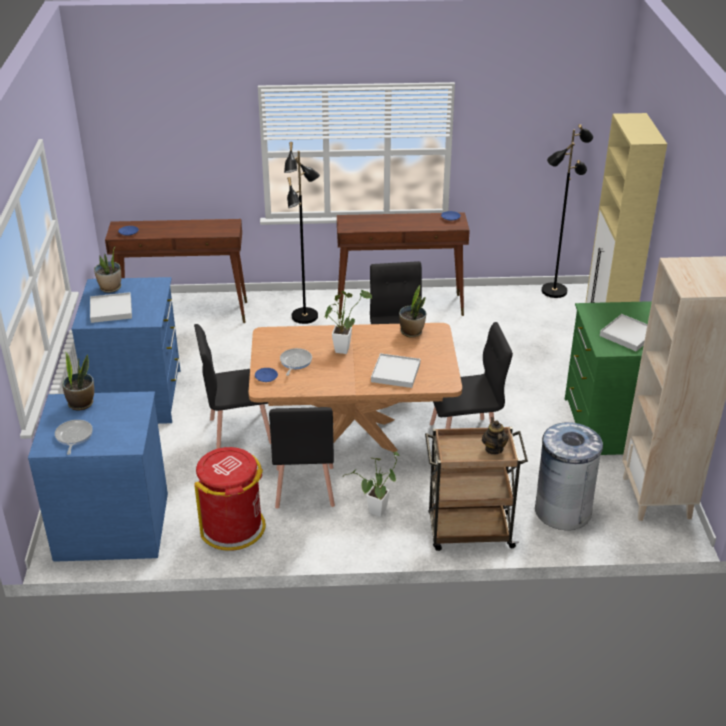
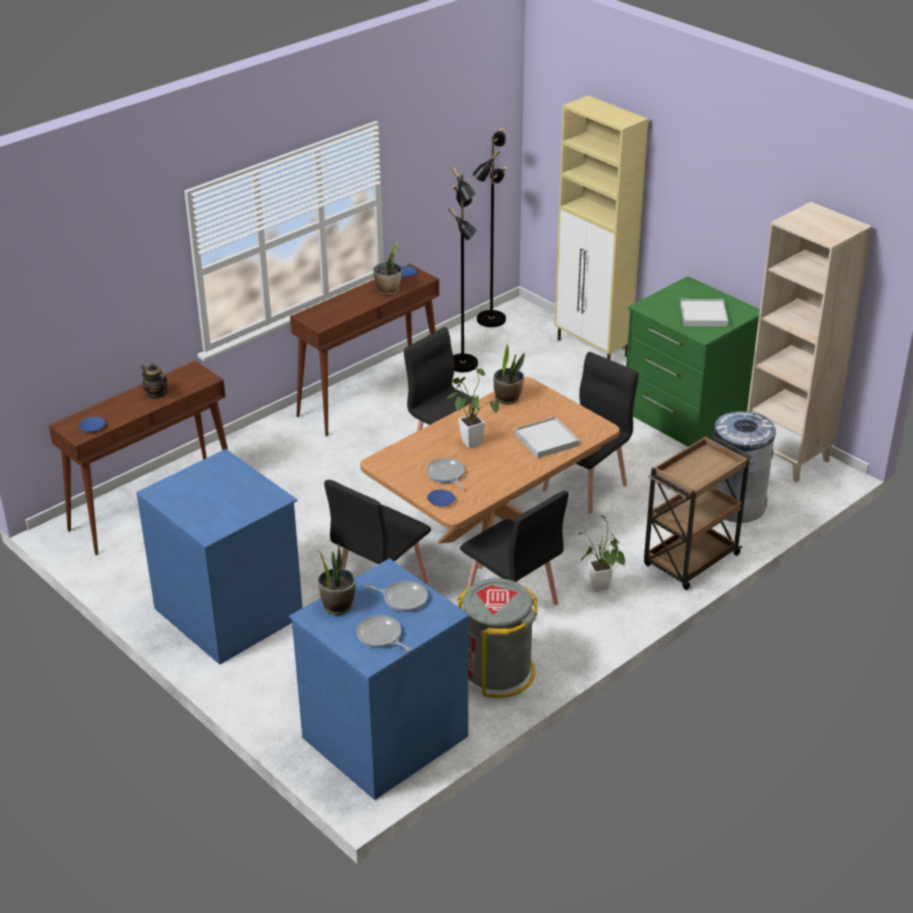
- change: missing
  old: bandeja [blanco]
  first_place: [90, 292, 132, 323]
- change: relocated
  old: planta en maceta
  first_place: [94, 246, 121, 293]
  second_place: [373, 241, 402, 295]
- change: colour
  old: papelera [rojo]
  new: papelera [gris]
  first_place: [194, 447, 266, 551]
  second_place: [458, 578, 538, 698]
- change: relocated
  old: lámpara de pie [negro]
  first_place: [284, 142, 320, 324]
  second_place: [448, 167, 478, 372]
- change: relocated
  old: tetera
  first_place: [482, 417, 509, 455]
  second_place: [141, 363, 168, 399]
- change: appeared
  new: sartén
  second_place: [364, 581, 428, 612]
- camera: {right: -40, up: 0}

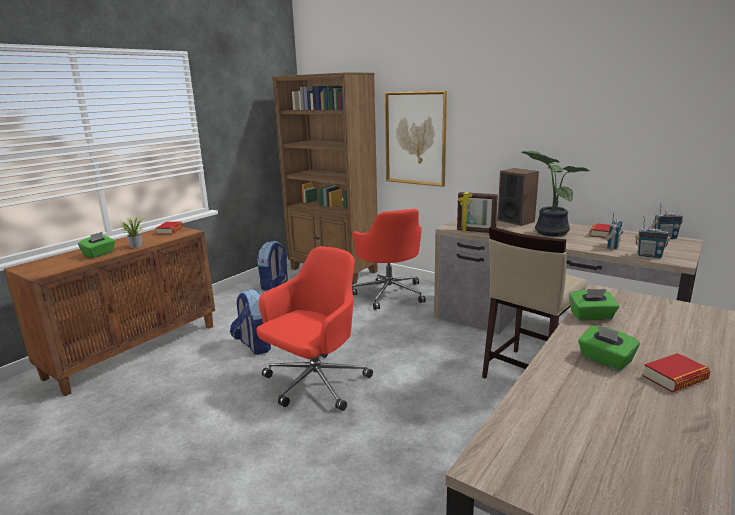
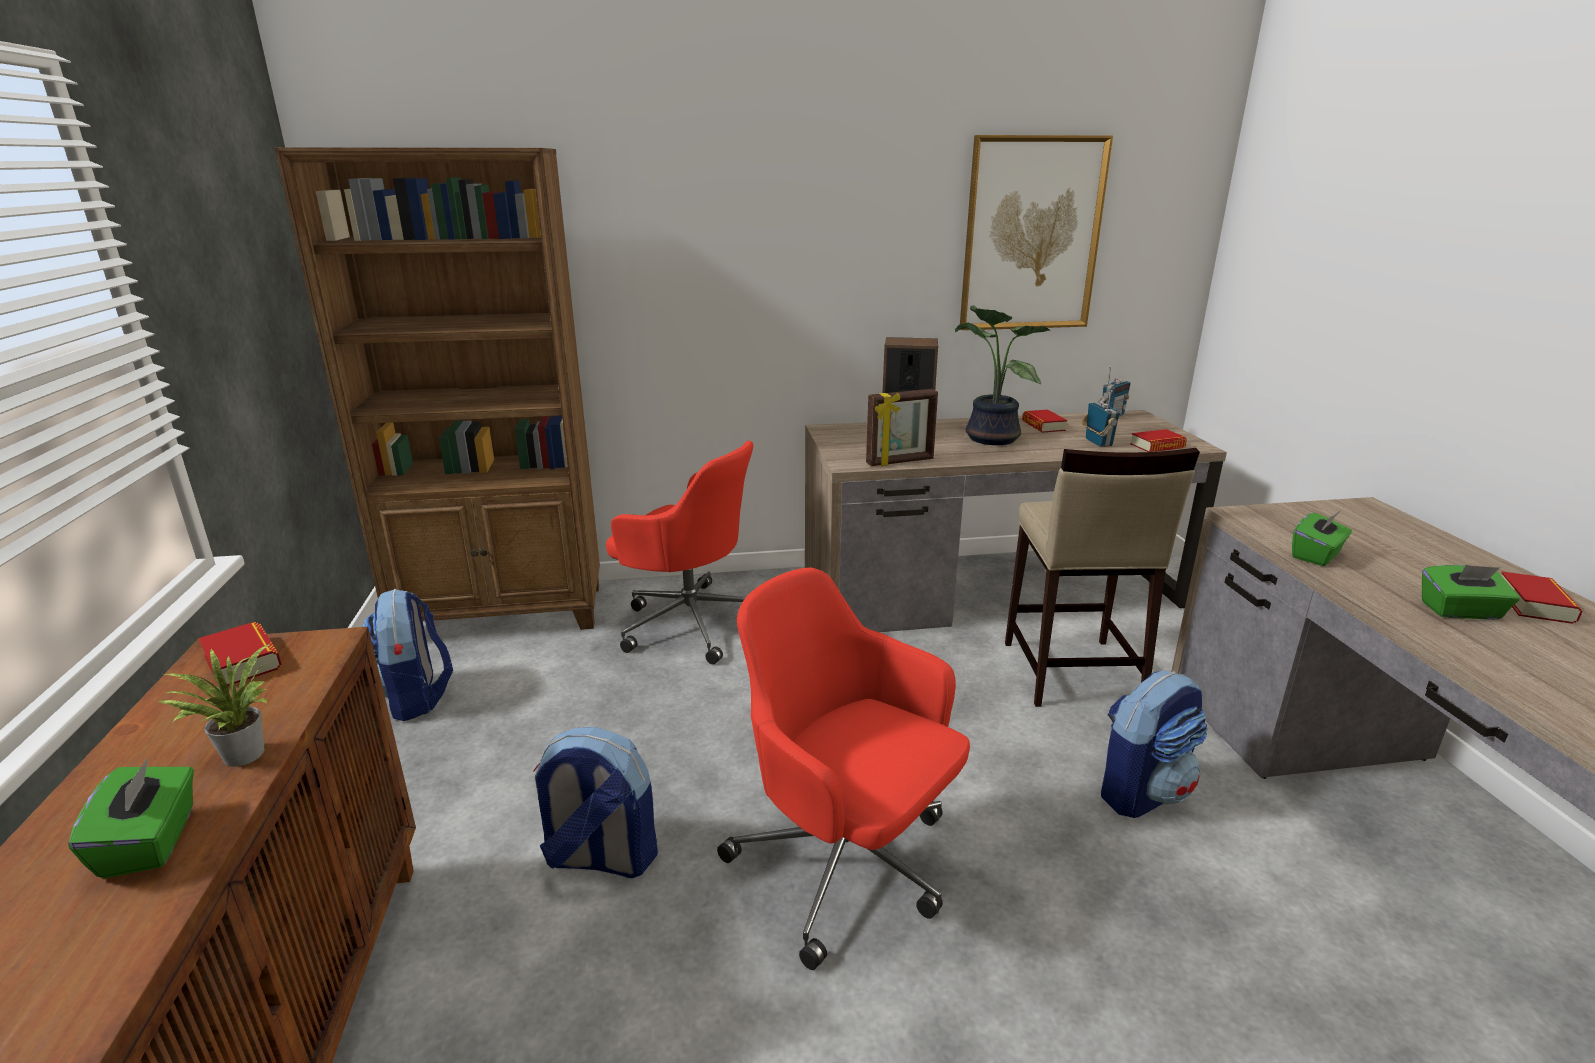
- change: spun
  old: silla de oficina [rojo]
  first_place: [256, 246, 373, 411]
  second_place: [717, 568, 970, 970]
  degrees: -45
- change: relocated
  old: cuadro
  first_place: [385, 91, 447, 187]
  second_place: [960, 135, 1113, 330]
- change: exchanged
  old: radio
  new: libro
  first_place: [635, 216, 670, 258]
  second_place: [1130, 429, 1187, 452]
- change: appeared
  new: mochila
  second_place: [1101, 670, 1208, 818]
- camera: {right: -45, up: 5}

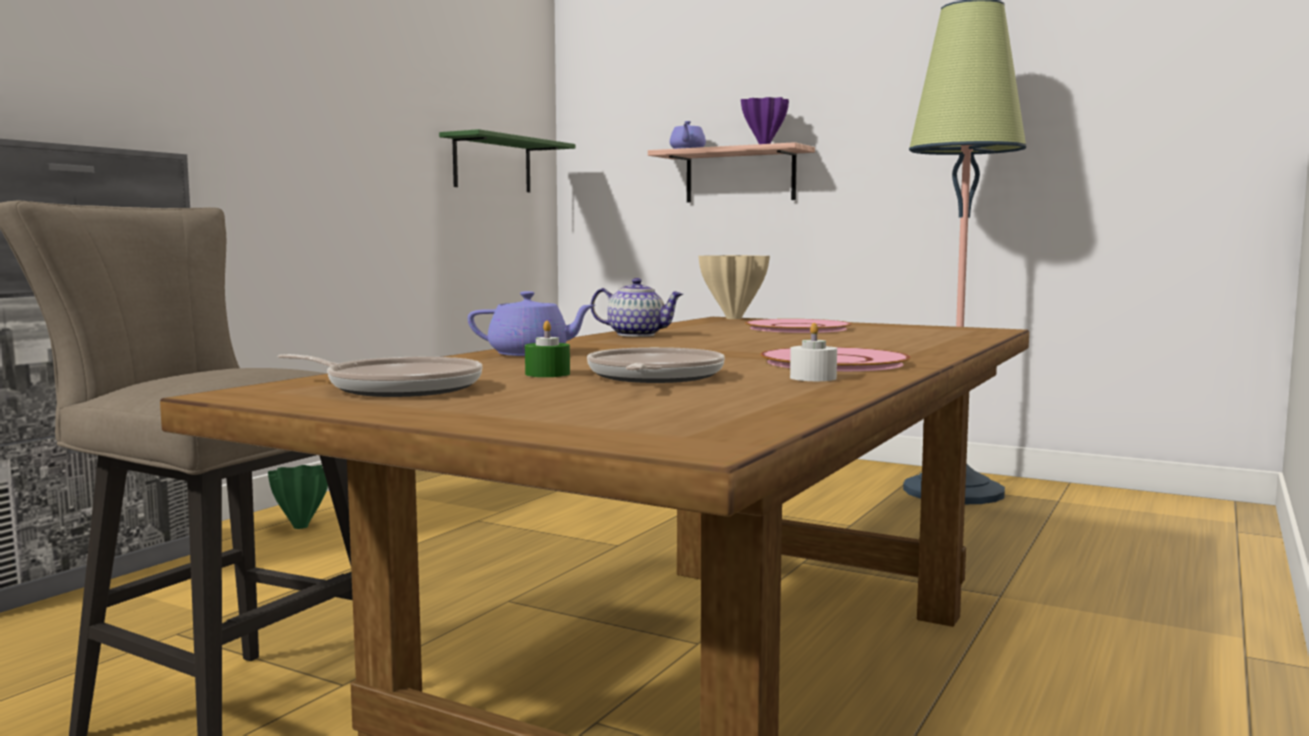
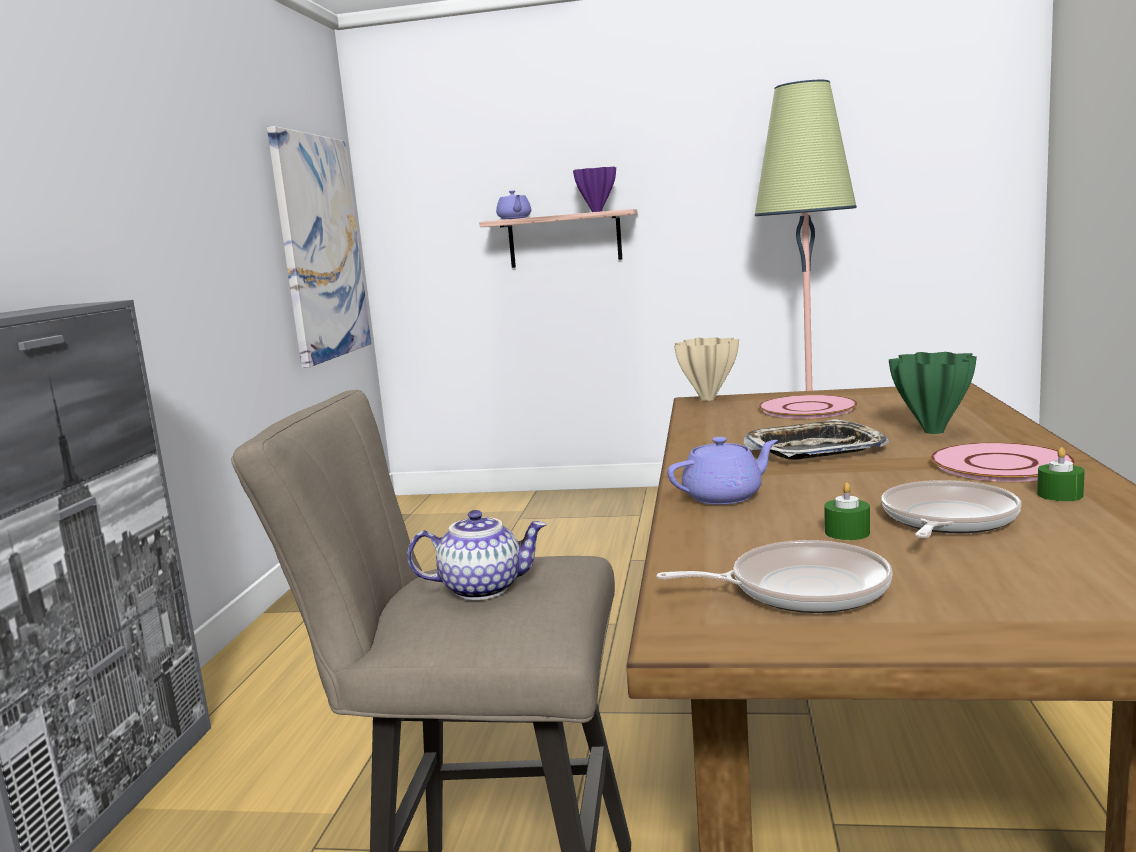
- change: relocated
  old: florero [verde]
  first_place: [268, 465, 328, 529]
  second_place: [889, 352, 977, 434]
- change: exchanged
  old: estante [verde]
  new: cuadro
  first_place: [439, 129, 575, 192]
  second_place: [267, 126, 371, 368]
- change: spun
  old: sartén
  first_place: [587, 347, 725, 383]
  second_place: [881, 480, 1021, 538]
  degrees: 45
- change: relocated
  old: tetera
  first_place: [591, 278, 683, 337]
  second_place: [407, 510, 547, 600]
- change: colour
  old: vela [blanco]
  new: vela [verde]
  first_place: [790, 323, 837, 381]
  second_place: [1037, 448, 1085, 501]
- change: appeared
  new: bandeja
  second_place: [743, 419, 889, 460]
- camera: {right: -20, up: 5}

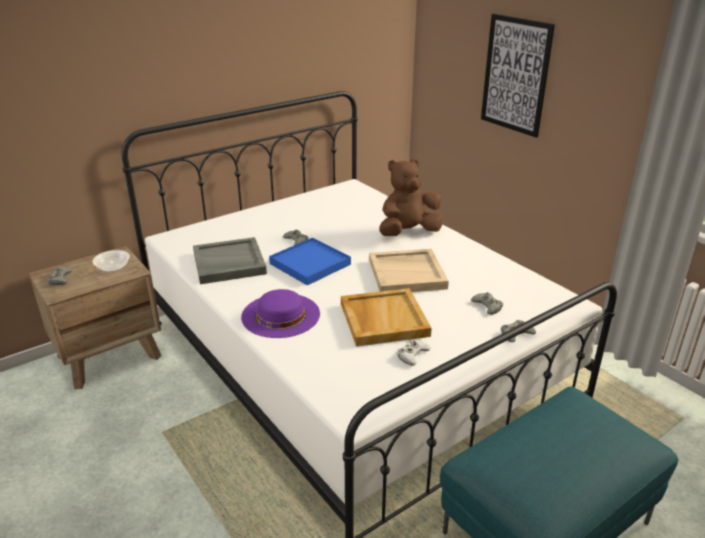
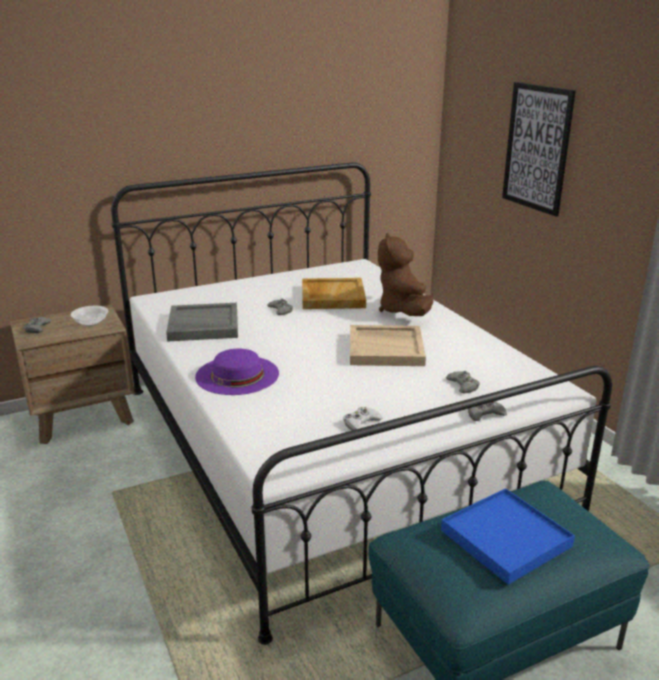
- change: relocated
  old: bandeja [azul]
  first_place: [269, 238, 351, 285]
  second_place: [441, 488, 575, 585]
- change: relocated
  old: bandeja [beis]
  first_place: [341, 288, 432, 347]
  second_place: [302, 278, 366, 309]
- change: spun
  old: peluche [marrón]
  first_place: [379, 159, 443, 236]
  second_place: [378, 233, 434, 316]
  degrees: -75
- camera: {right: 10, up: -5}

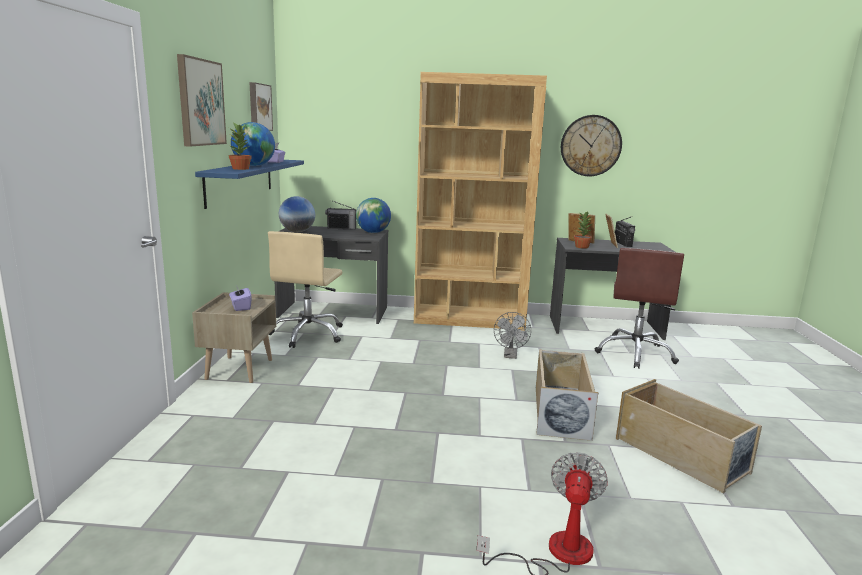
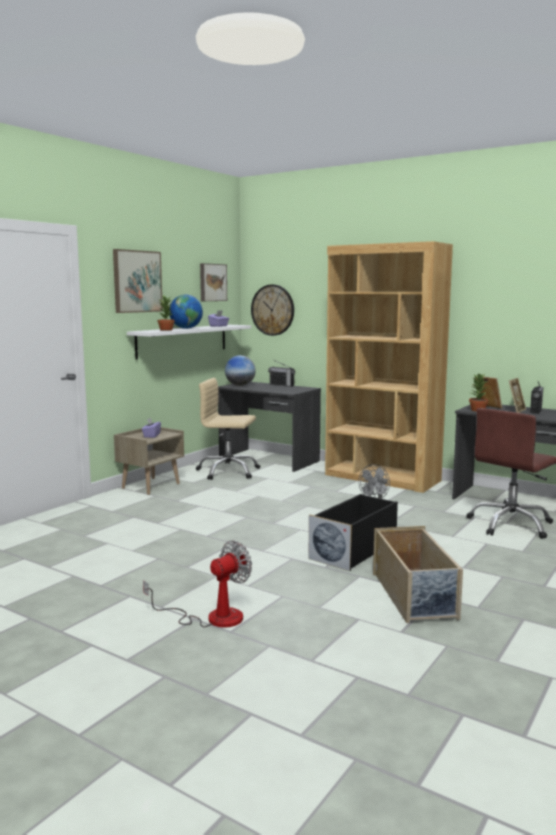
- change: colour
  old: estante [azul]
  new: estante [blanco]
  first_place: [195, 160, 304, 209]
  second_place: [127, 325, 251, 359]
- change: spun
  old: silla de oficina [beis]
  first_place: [268, 231, 343, 348]
  second_place: [196, 378, 260, 480]
  degrees: 60
- change: missing
  old: globo terráqueo
  first_place: [356, 198, 391, 233]
- change: colour
  old: caja de almacenaje [beis]
  new: caja de almacenaje [negro]
  first_place: [536, 349, 598, 441]
  second_place: [308, 494, 398, 571]
- change: relocated
  old: reloj de pared
  first_place: [561, 115, 622, 176]
  second_place: [251, 284, 294, 336]
- camera: {right: 30, up: -5}

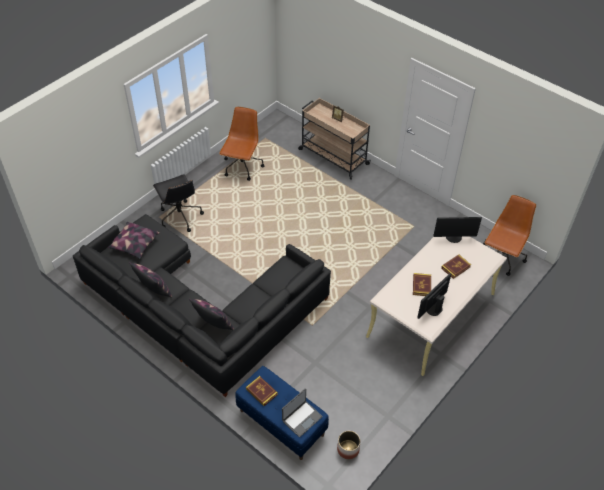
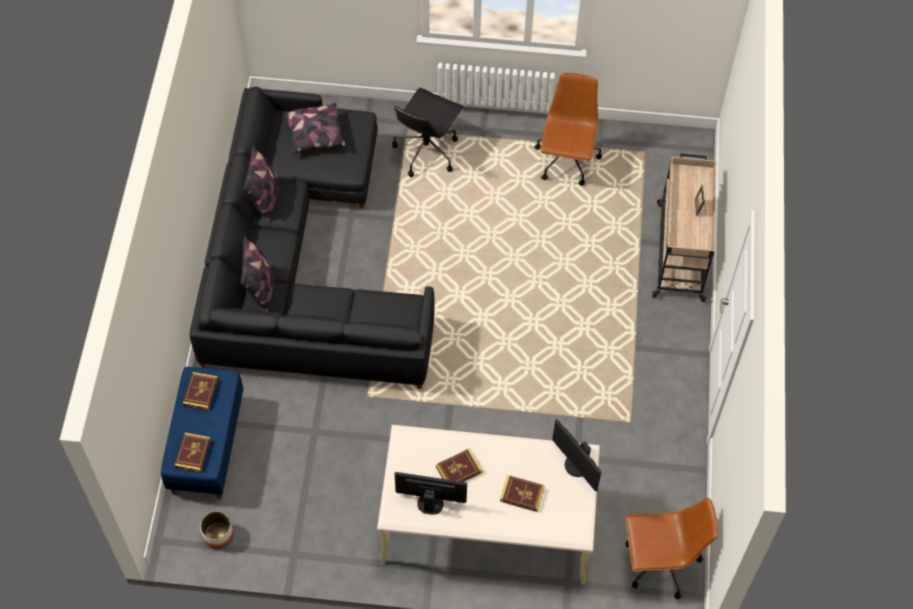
- change: spun
  old: silla de oficina [marrón]
  first_place: [219, 107, 264, 181]
  second_place: [534, 73, 602, 185]
  degrees: -60
- change: exchanged
  old: portátil
  new: libro
  first_place: [282, 388, 323, 437]
  second_place: [175, 433, 211, 473]
- camera: {right: 55, up: 10}

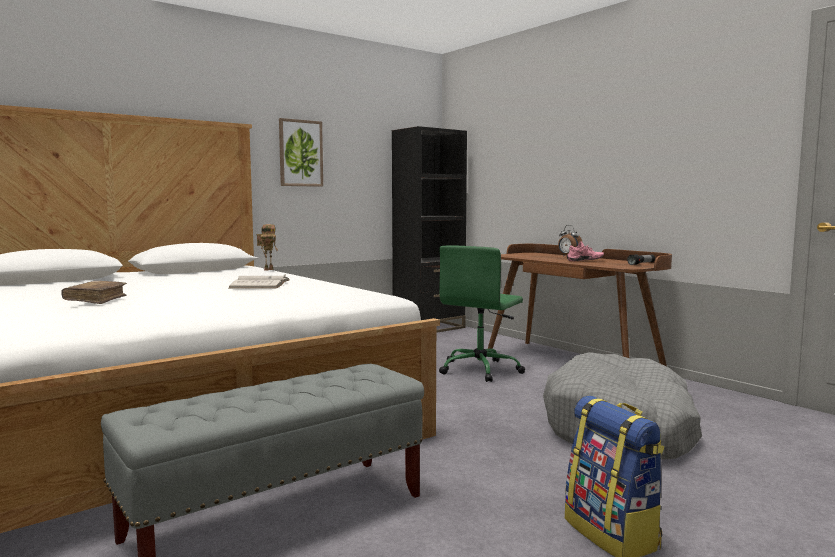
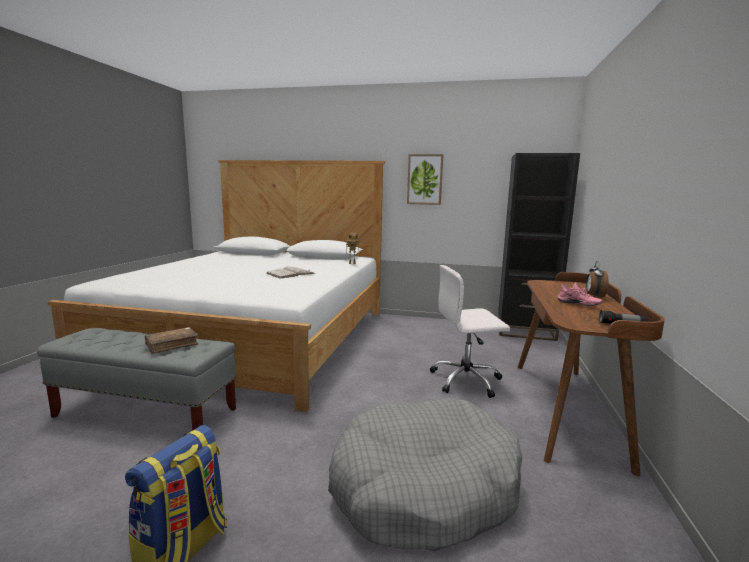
- change: relocated
  old: libro [marrón]
  first_place: [61, 281, 127, 304]
  second_place: [144, 327, 198, 354]
- change: colour
  old: silla de oficina [verde]
  new: silla de oficina [blanco]
  first_place: [439, 245, 525, 382]
  second_place: [430, 265, 510, 398]
- camera: {right: 50, up: 5}

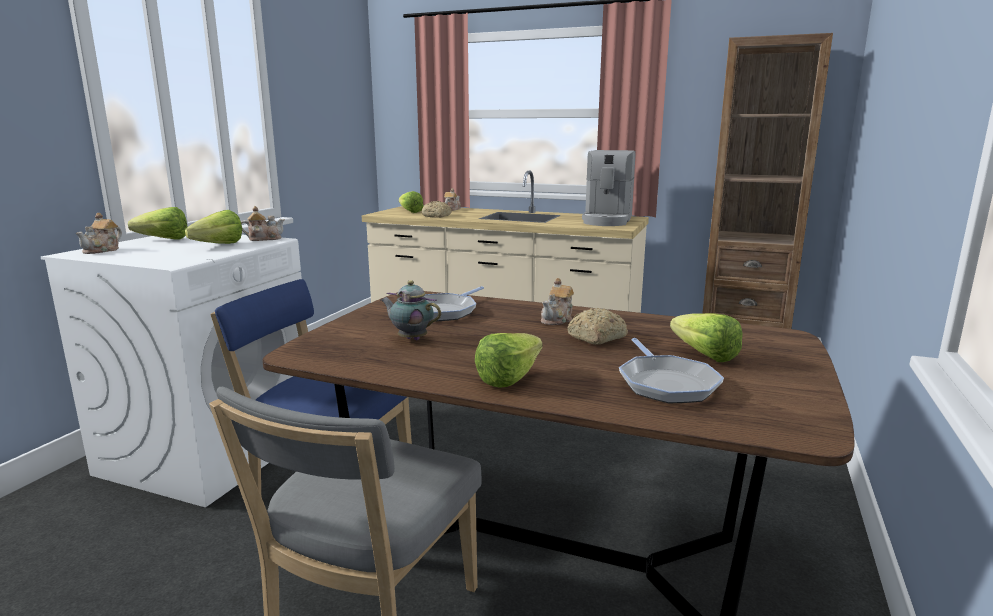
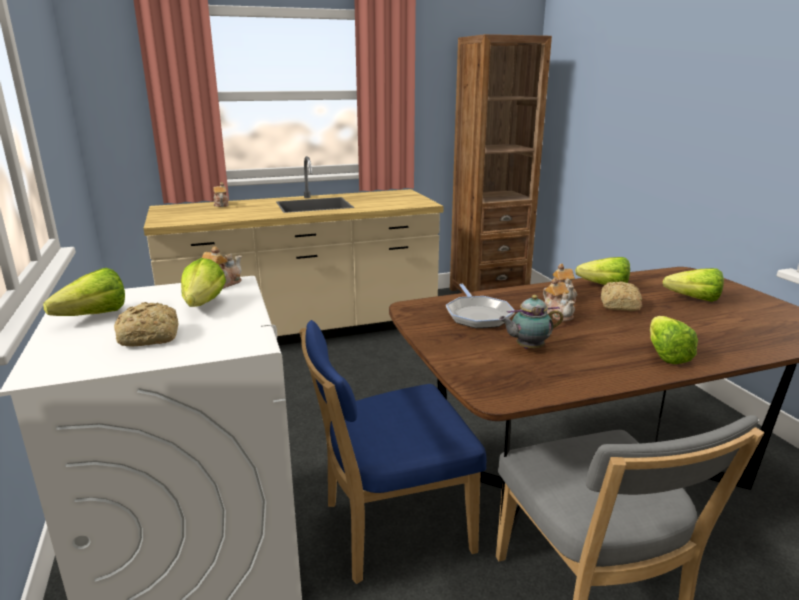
- change: relocated
  old: tetera
  first_place: [76, 213, 122, 254]
  second_place: [543, 278, 575, 321]
- change: relocated
  old: lechuga
  first_place: [399, 191, 424, 213]
  second_place: [575, 257, 630, 285]
- change: relocated
  old: pan
  first_place: [422, 201, 452, 218]
  second_place: [114, 302, 178, 347]
- change: missing
  old: cafetera
  first_place: [582, 150, 636, 226]
- change: missing
  old: sartén
  first_place: [619, 338, 724, 403]
- camera: {right: -40, up: 5}

